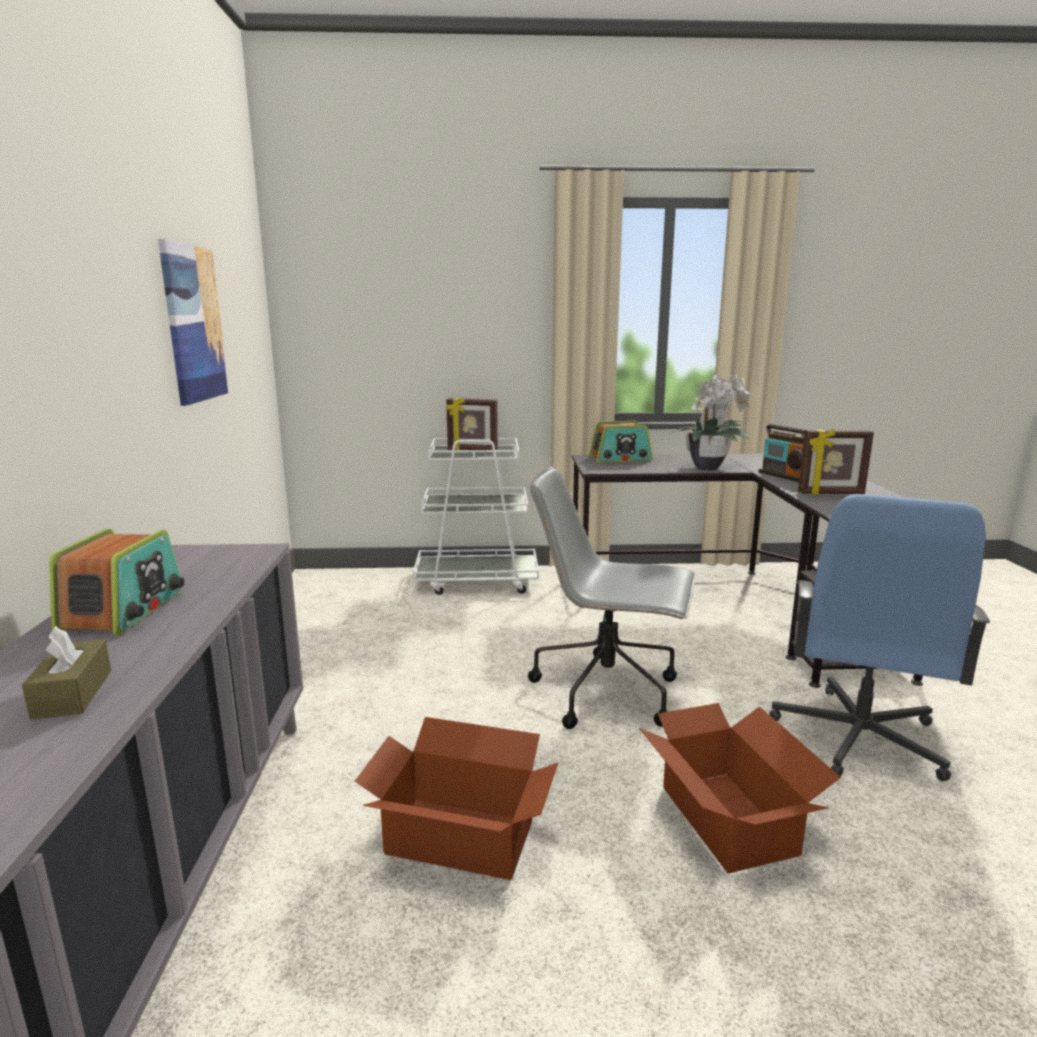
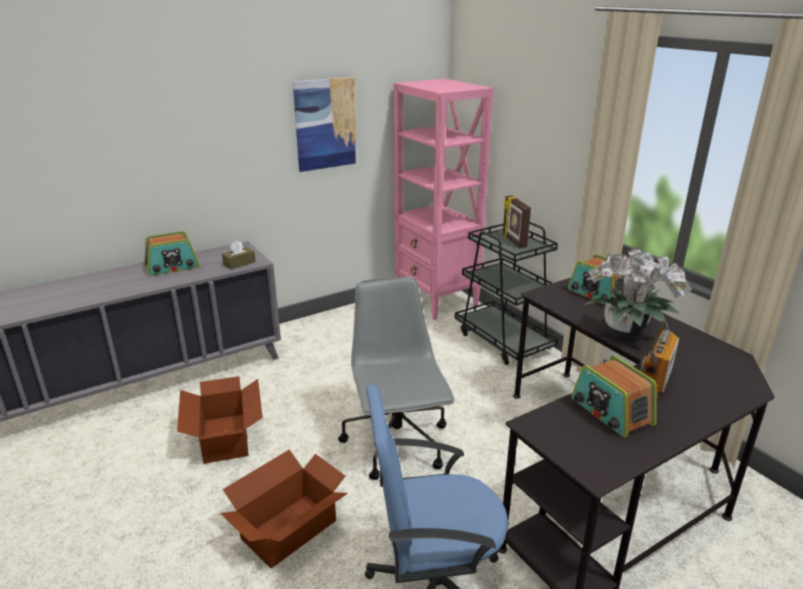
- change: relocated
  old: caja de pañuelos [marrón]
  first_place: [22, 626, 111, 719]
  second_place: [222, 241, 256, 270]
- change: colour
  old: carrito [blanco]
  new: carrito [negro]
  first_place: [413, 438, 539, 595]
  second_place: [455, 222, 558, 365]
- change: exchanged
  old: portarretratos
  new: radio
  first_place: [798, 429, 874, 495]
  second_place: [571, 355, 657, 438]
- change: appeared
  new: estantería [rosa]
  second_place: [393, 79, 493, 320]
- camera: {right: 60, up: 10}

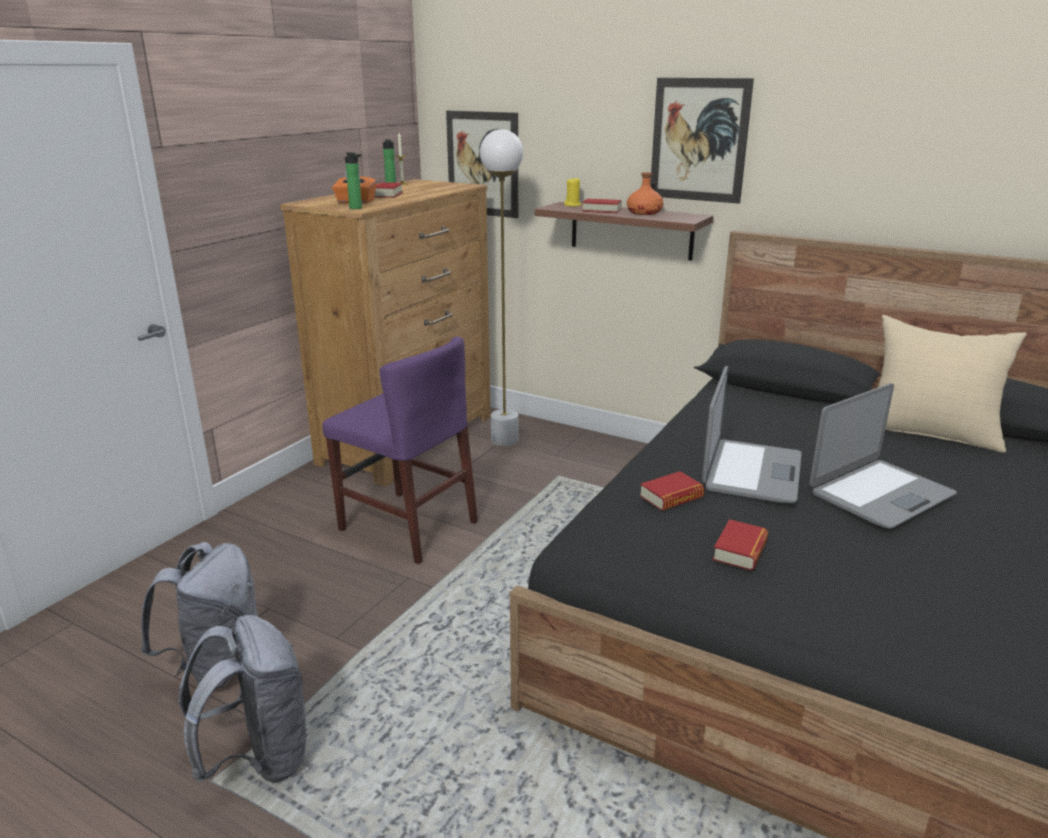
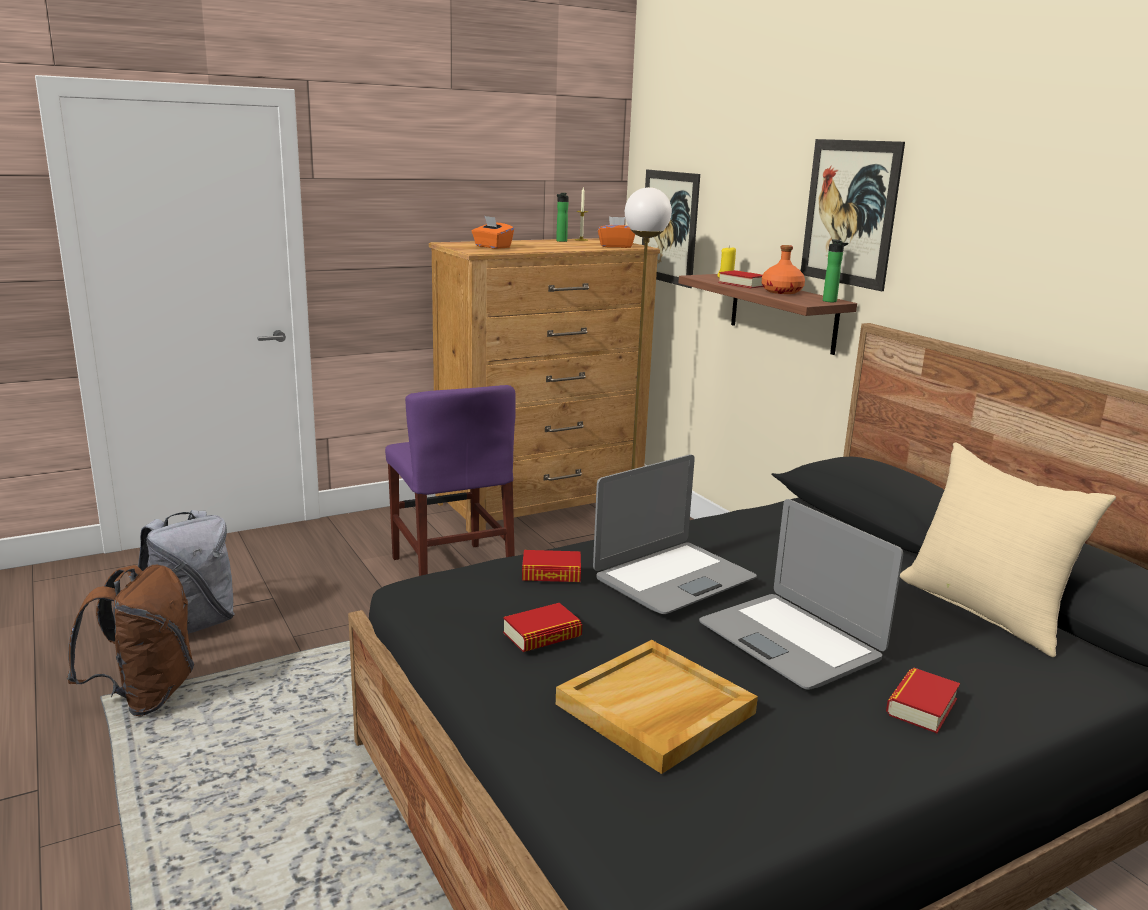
- change: colour
  old: mochila [gris]
  new: mochila [marrón]
  first_place: [178, 615, 309, 783]
  second_place: [67, 565, 194, 716]
- change: relocated
  old: botella
  first_place: [345, 152, 362, 209]
  second_place: [823, 239, 848, 302]
- change: relocated
  old: libro
  first_place: [374, 182, 403, 198]
  second_place: [886, 668, 960, 733]
- change: spun
  old: portátil
  first_place: [810, 383, 957, 528]
  second_place: [699, 499, 903, 690]
  degrees: 60
- change: appeared
  new: bandeja [beis]
  second_place: [556, 640, 758, 774]
- change: appeared
  new: caja de pañuelos [naranja]
  second_place: [598, 217, 635, 248]
- camera: {right: 30, up: -5}

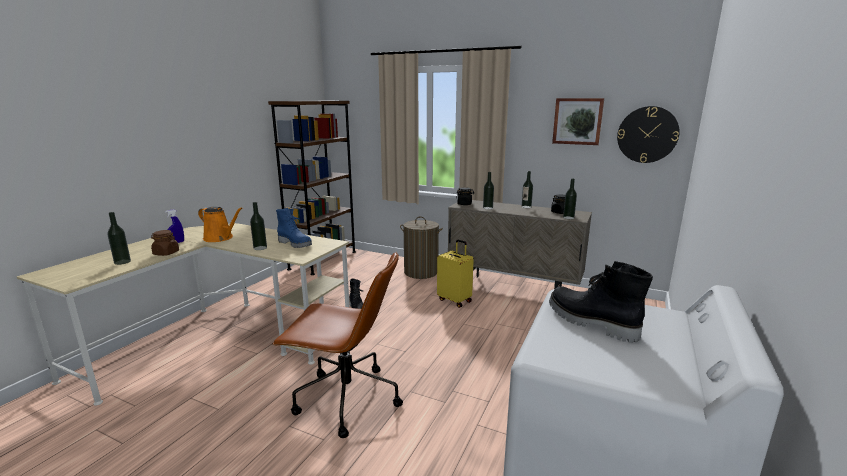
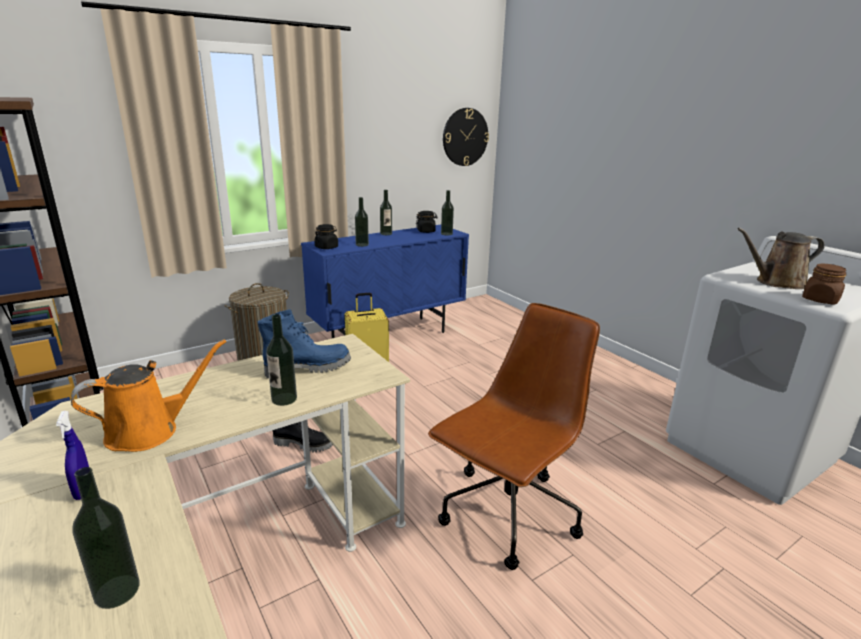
- change: relocated
  old: tarro [marrón]
  first_place: [151, 230, 179, 256]
  second_place: [802, 264, 846, 304]
- change: colour
  old: armario [beis]
  new: armario [azul]
  first_place: [448, 200, 592, 289]
  second_place: [301, 225, 469, 338]
- change: exchanged
  old: bota [negro]
  new: regadera [marrón]
  first_place: [549, 261, 653, 343]
  second_place: [737, 228, 825, 289]
- change: missing
  old: cuadro
  first_place: [552, 98, 604, 145]
- camera: {right: -60, up: 5}

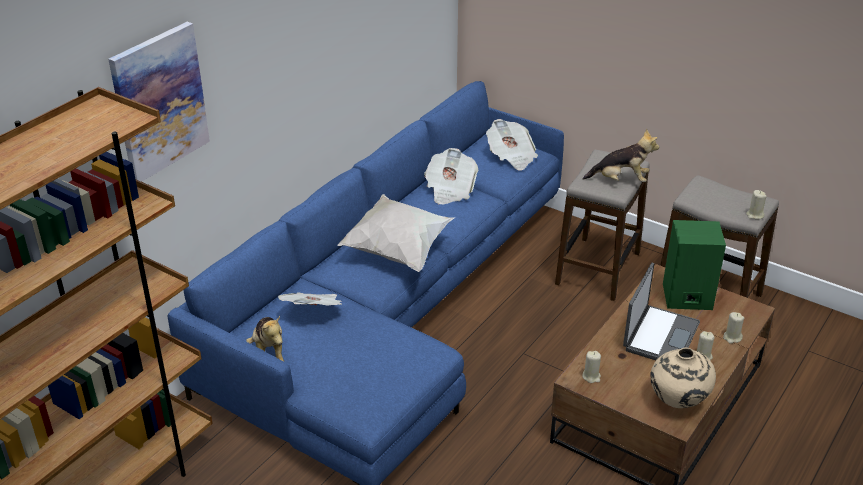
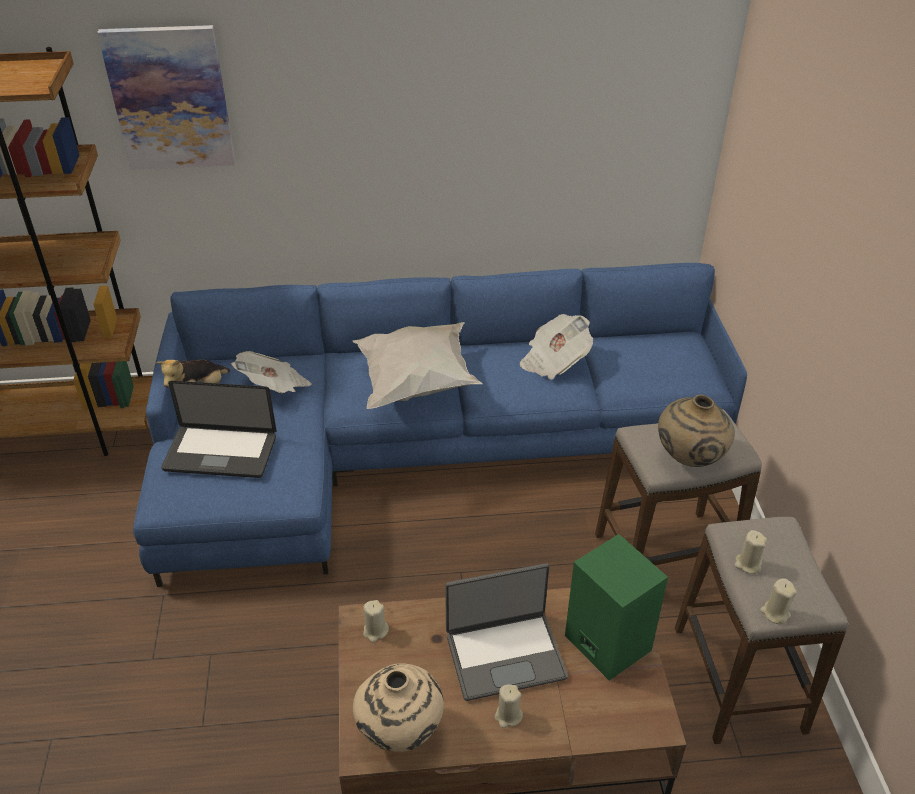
- change: missing
  old: periódico
  first_place: [486, 119, 538, 171]
- change: exchanged
  old: peluche
  new: florero [beis]
  first_place: [583, 129, 659, 182]
  second_place: [658, 395, 735, 467]
- change: relocated
  old: vela [beis]
  first_place: [723, 312, 745, 344]
  second_place: [735, 530, 767, 574]
- change: appeared
  new: portátil
  second_place: [161, 381, 276, 478]
- camera: {right: 50, up: 5}

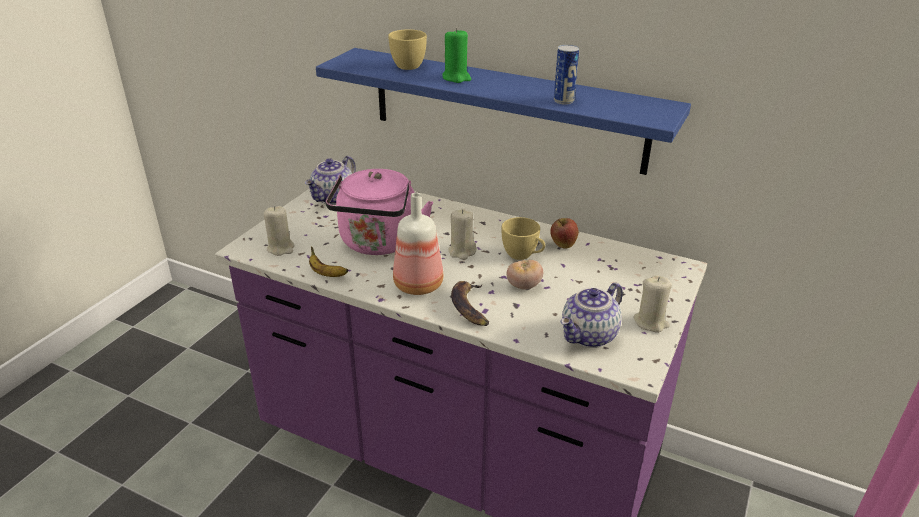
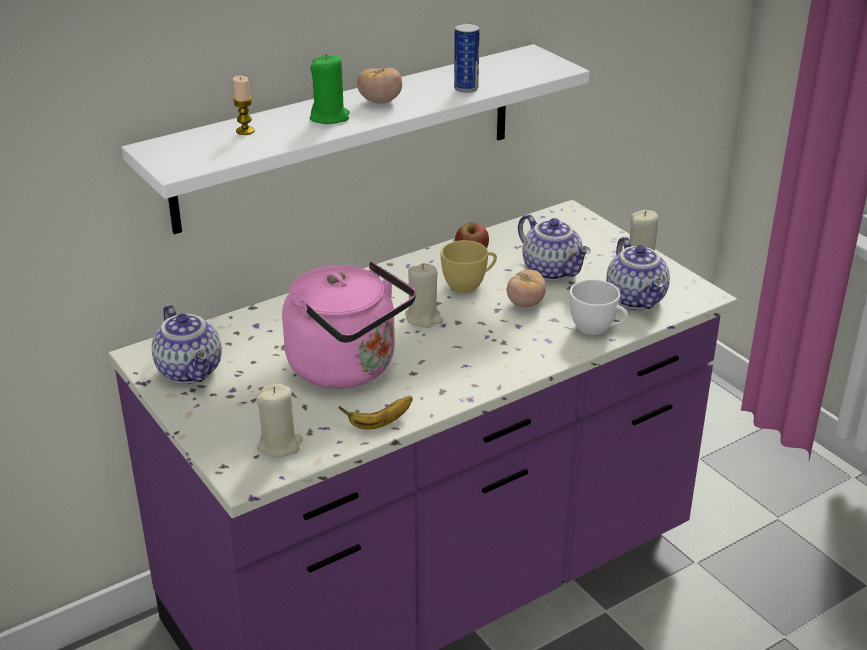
- change: colour
  old: estante [azul]
  new: estante [blanco]
  first_place: [316, 48, 691, 175]
  second_place: [121, 44, 589, 234]
- change: exchanged
  old: taza [amarillo]
  new: vela
  first_place: [388, 29, 427, 70]
  second_place: [233, 76, 255, 135]
- change: missing
  old: botella
  first_place: [393, 193, 443, 295]
- change: missing
  old: plátano
  first_place: [451, 281, 489, 326]
- change: appeared
  new: tomate
  second_place: [357, 67, 402, 103]
- change: appeared
  new: tetera
  second_place: [518, 214, 591, 281]
- change: appeared
  new: taza [blanco]
  second_place: [570, 279, 628, 335]
- camera: {right: -60, up: 0}

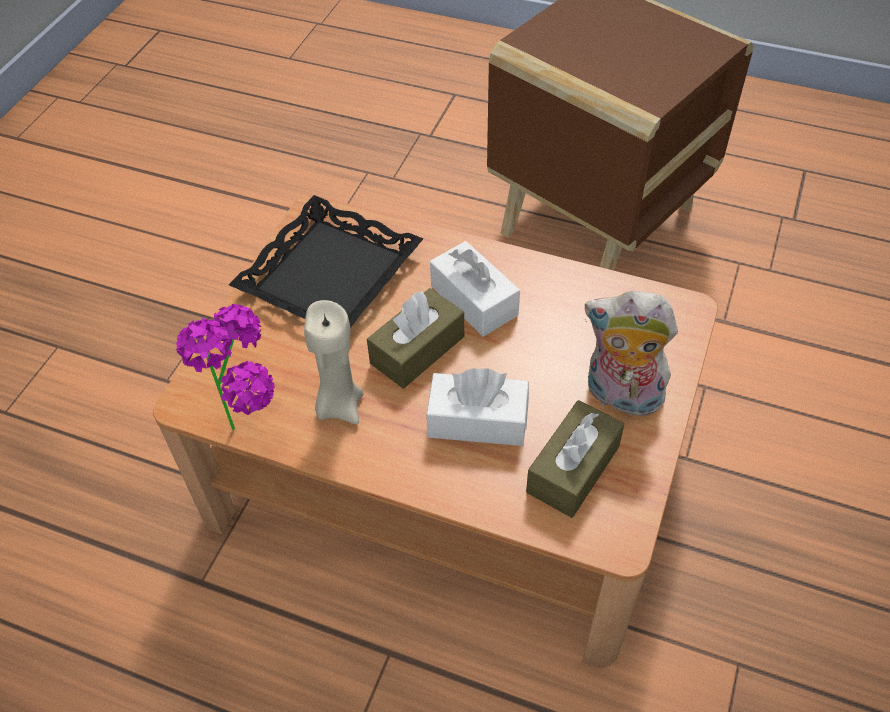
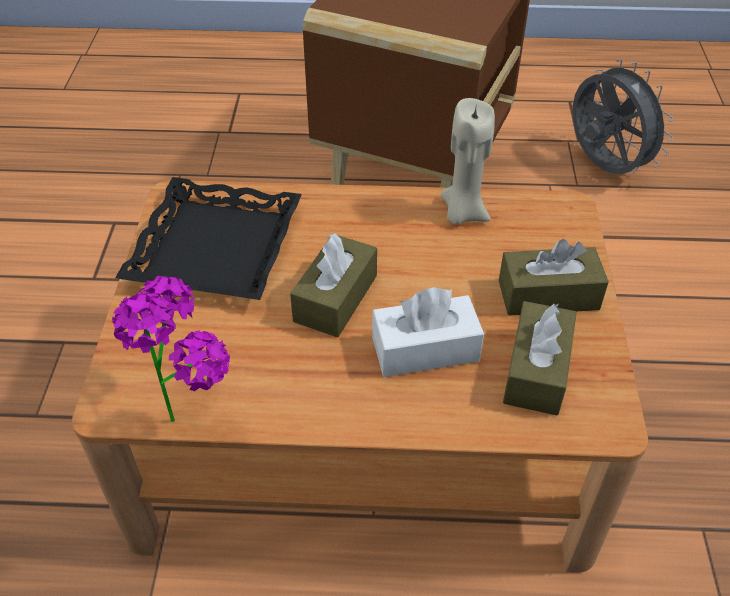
- change: relocated
  old: vela [beis]
  first_place: [304, 300, 363, 424]
  second_place: [441, 98, 495, 225]
- change: missing
  old: caja de pañuelos [blanco]
  first_place: [430, 241, 520, 337]
- change: exchanged
  old: peluche
  new: caja de pañuelos [marrón]
  first_place: [585, 291, 678, 416]
  second_place: [499, 239, 609, 316]
- change: appeared
  new: ventilador [gris]
  second_place: [573, 59, 673, 174]
- camera: {right: -20, up: -5}

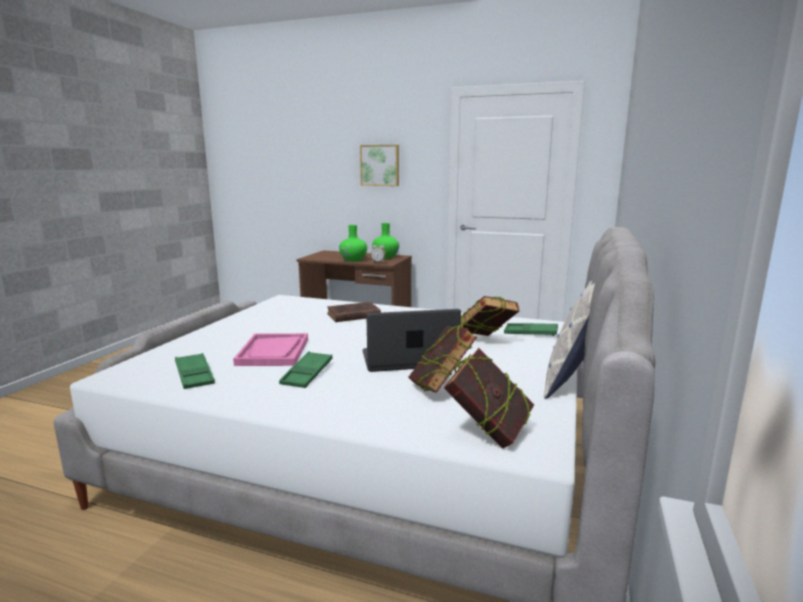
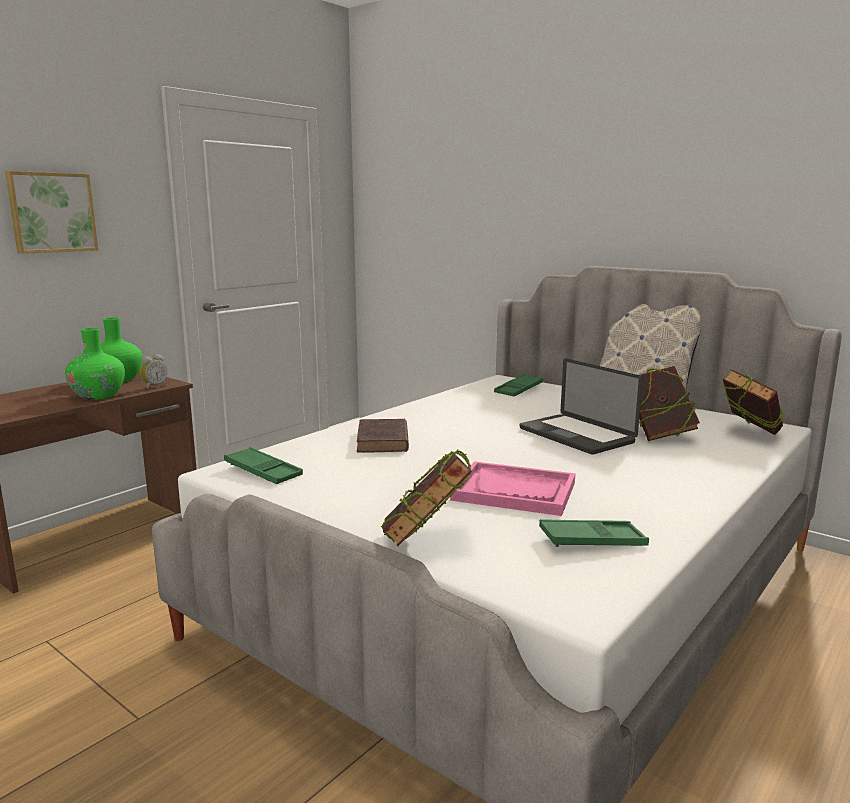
- change: relocated
  old: bandeja [verde]
  first_place: [279, 351, 332, 388]
  second_place: [224, 447, 303, 484]
- change: spun
  old: portátil
  first_place: [363, 309, 461, 372]
  second_place: [520, 358, 643, 455]
  degrees: -45
- change: relocated
  old: libro
  first_place: [461, 296, 519, 336]
  second_place: [381, 450, 472, 546]
- camera: {right: -70, up: 0}

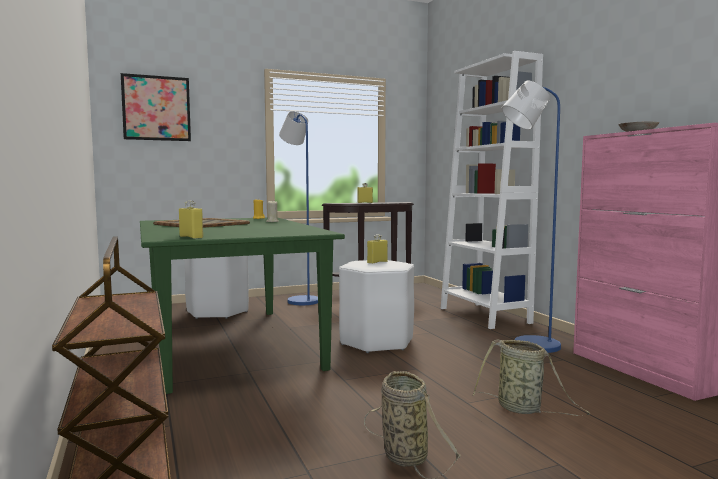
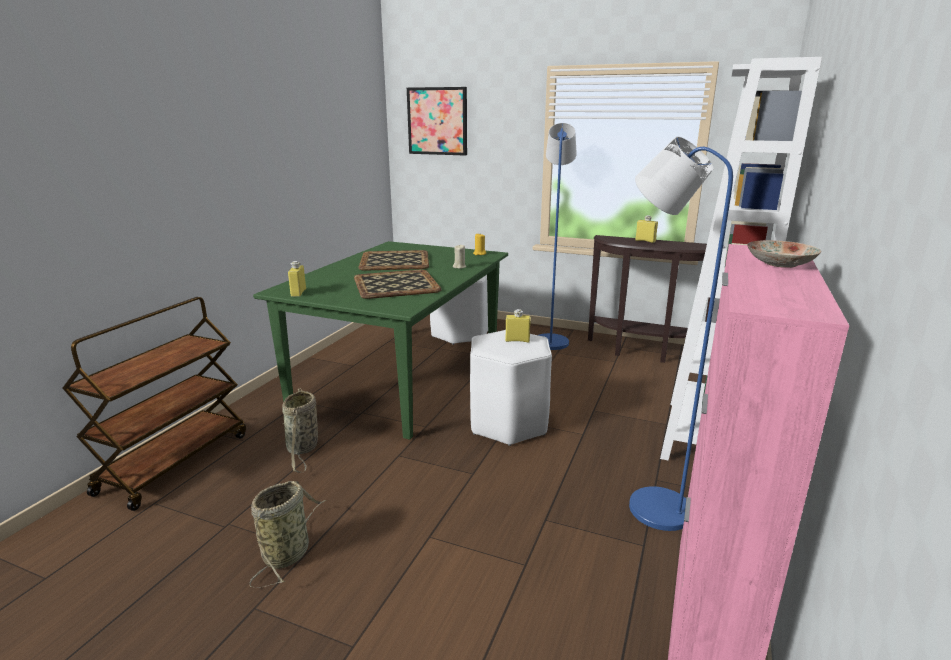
- change: relocated
  old: cesta
  first_place: [473, 339, 590, 416]
  second_place: [282, 389, 318, 473]
- change: appeared
  new: bandeja
  second_place: [354, 270, 442, 299]
- camera: {right: 45, up: 15}

